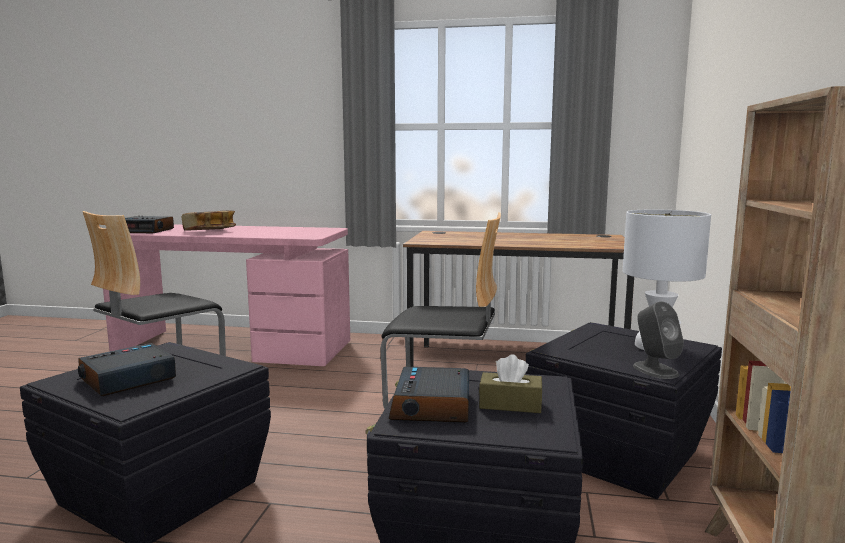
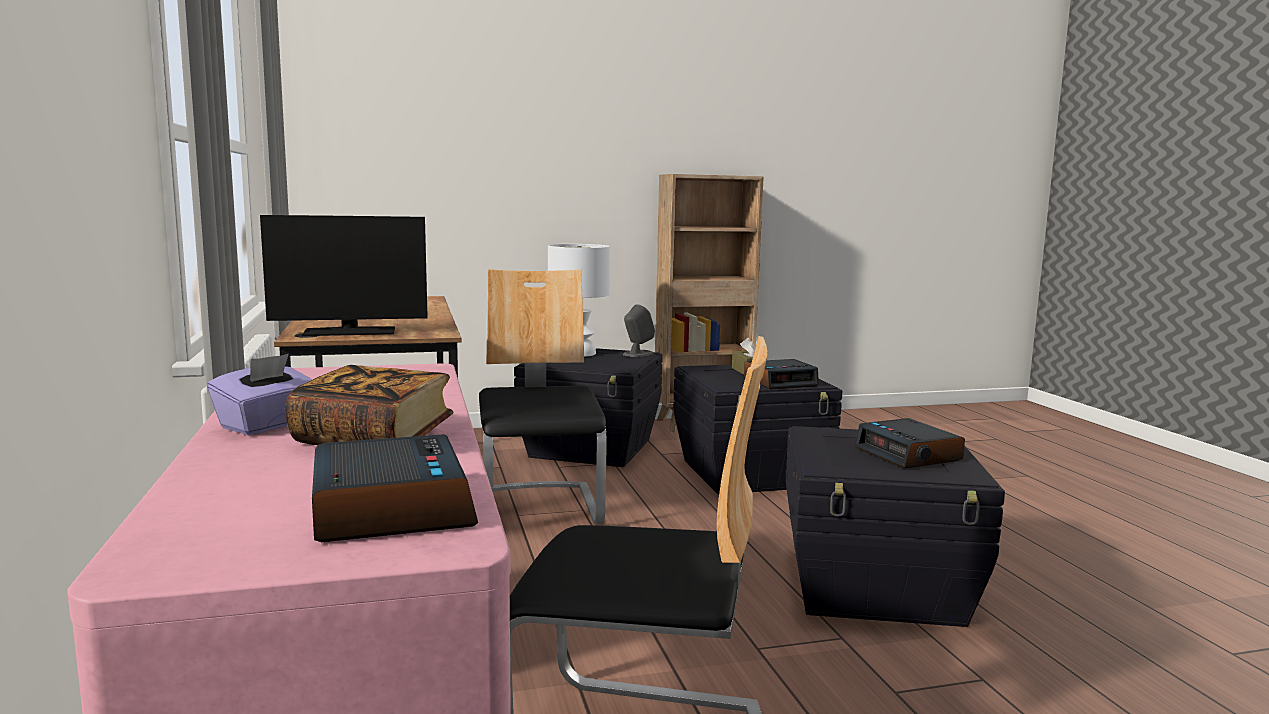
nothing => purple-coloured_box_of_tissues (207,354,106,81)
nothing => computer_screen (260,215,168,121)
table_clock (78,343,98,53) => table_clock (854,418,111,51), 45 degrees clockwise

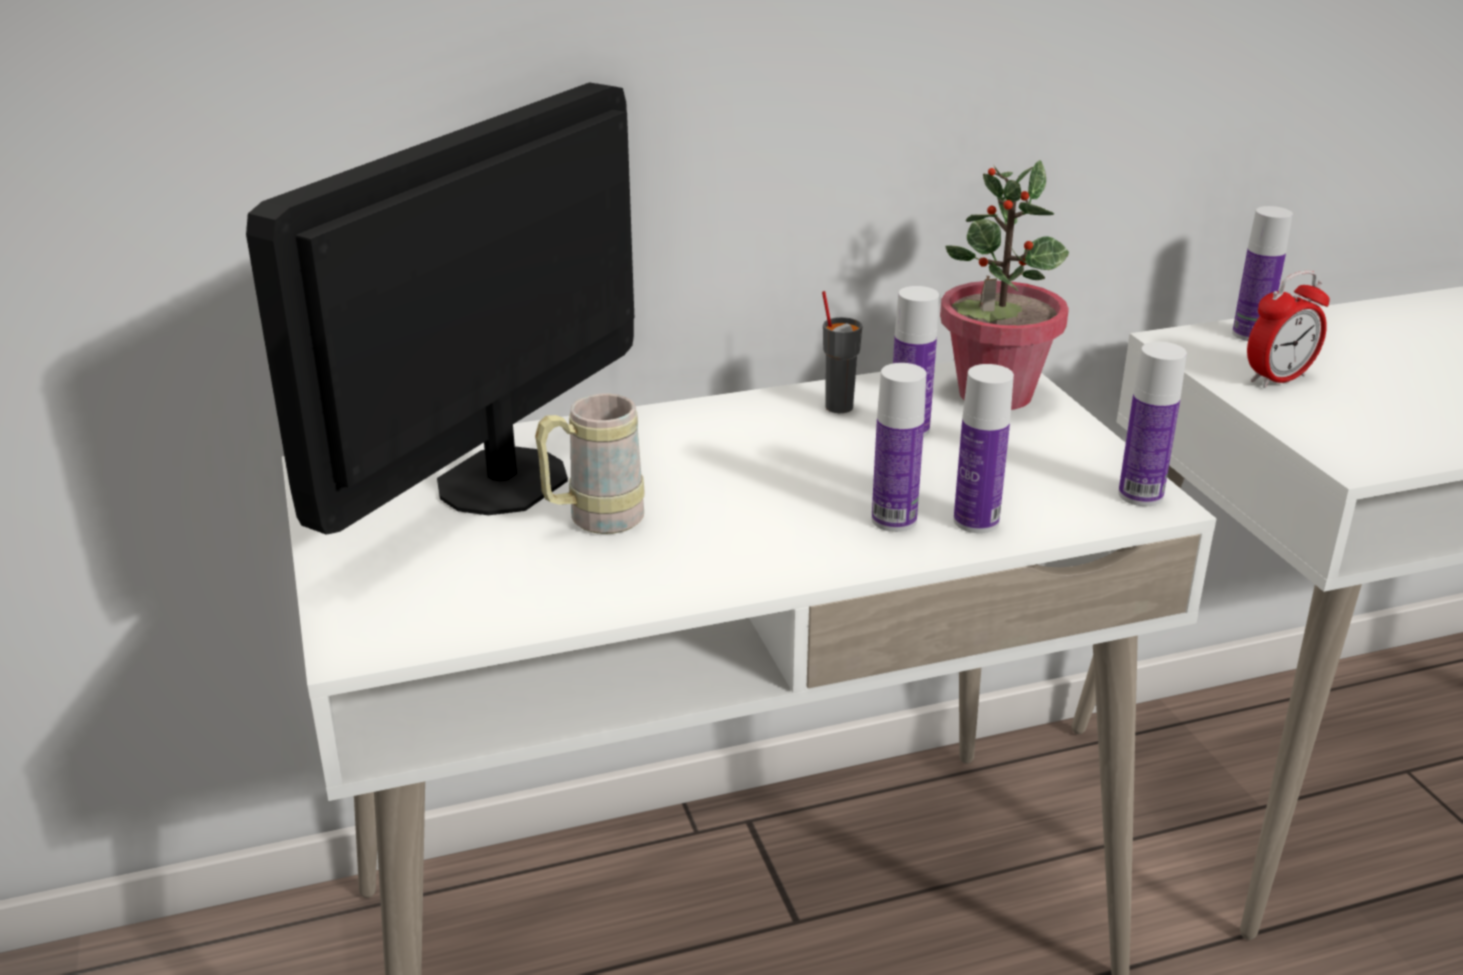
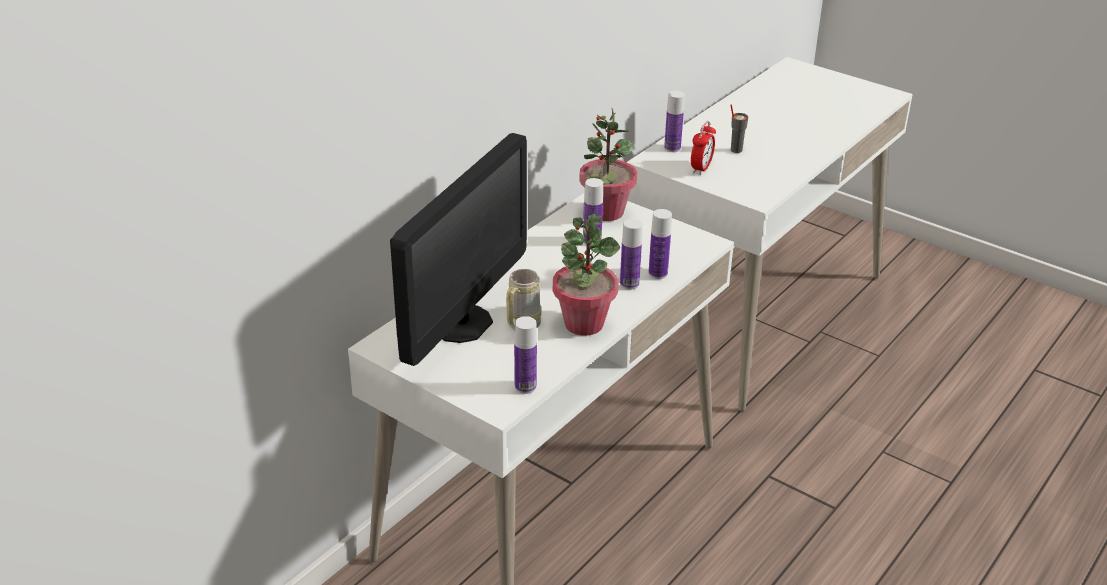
nothing => plant_in_a_pot (553,214,67,122)
gray_small_cup (822,291,41,122) => gray_small_cup (730,105,18,48), move
drink_bottle (1118,342,69,164) => drink_bottle (514,316,23,78), move
computer_screen (246,82,388,453) => computer_screen (390,133,137,233), 150 degrees counterclockwise

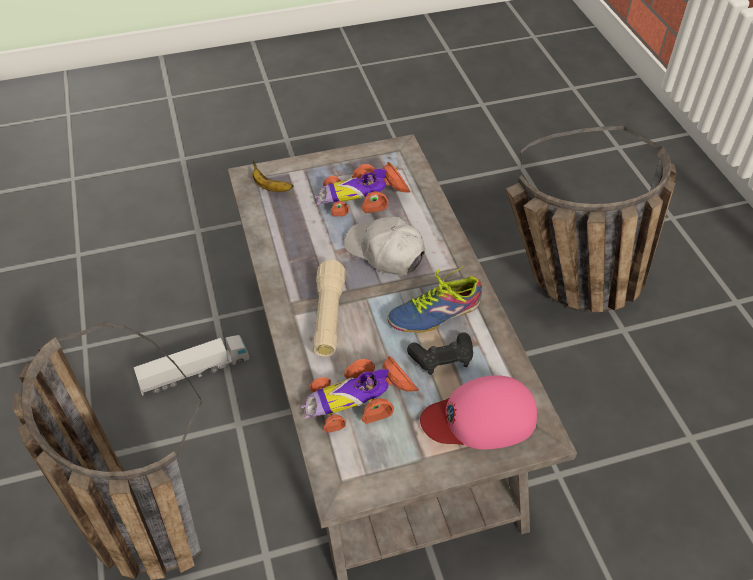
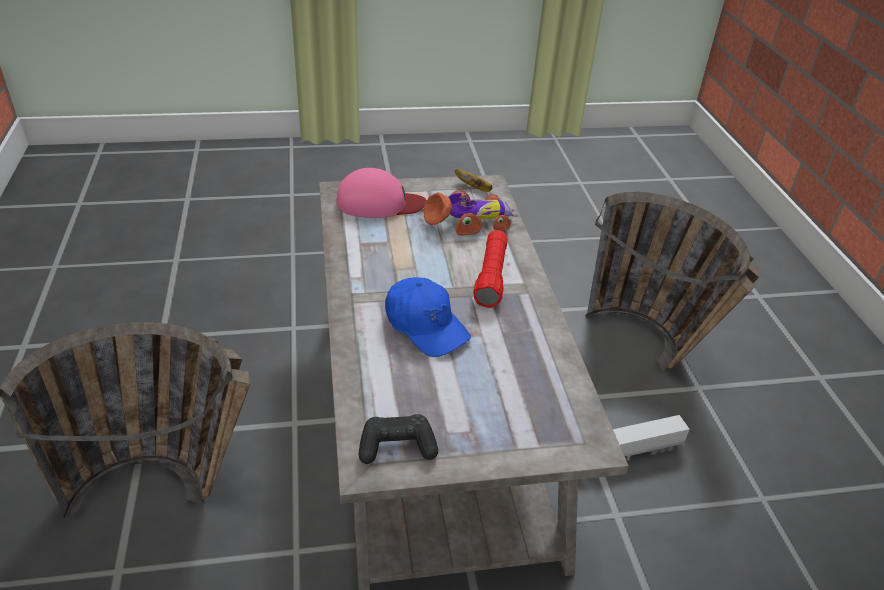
model_car (315,162,95,55) => nothing
low_shoe (387,266,95,66) => nothing
banana_fruit (253,161,41,31) => banana_fruit (454,169,38,23), move
blackish_joypad (407,332,66,43) => blackish_joypad (358,414,80,50), move
sand-coloured_hand_torch (313,260,33,97) => red_hand_torch (473,230,35,78)
whitish_peaked_cap (344,217,81,59) => bluish_peaked_cap (385,277,86,80)

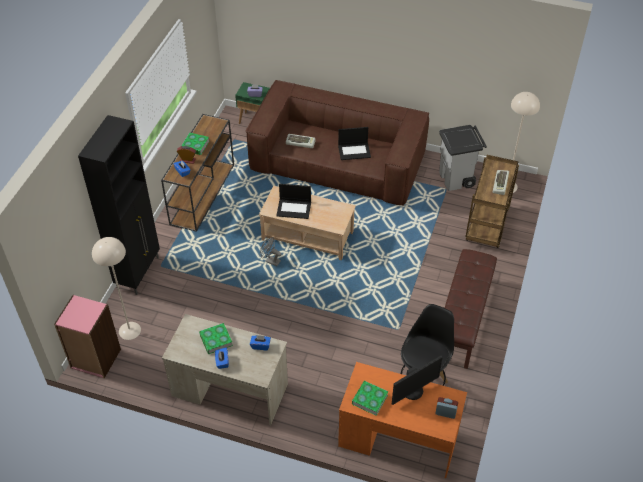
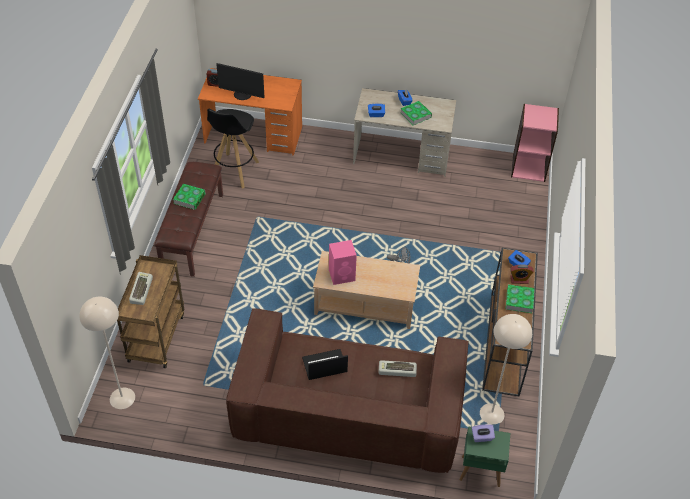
blackish_storage_cabinet (78,115,82,180) => nothing
laptop (276,184,35,35) => nothing
gray_trash_can (439,125,48,66) => nothing
nothing => pink-coloured_speaker (329,240,28,45)
sand-coloured_standing_lamp (92,237,49,103) => sand-coloured_standing_lamp (480,314,52,110), move
volume (352,381,36,35) => volume (173,184,33,26), move
computer_screen (392,356,51,49) => computer_screen (216,63,49,37), 120 degrees counterclockwise

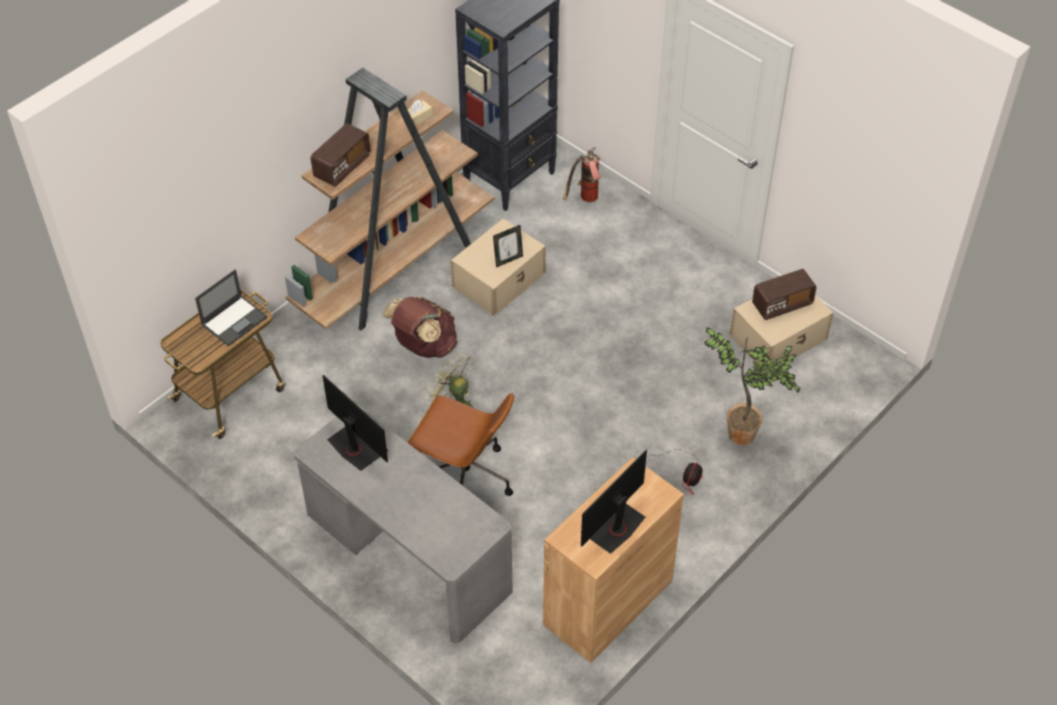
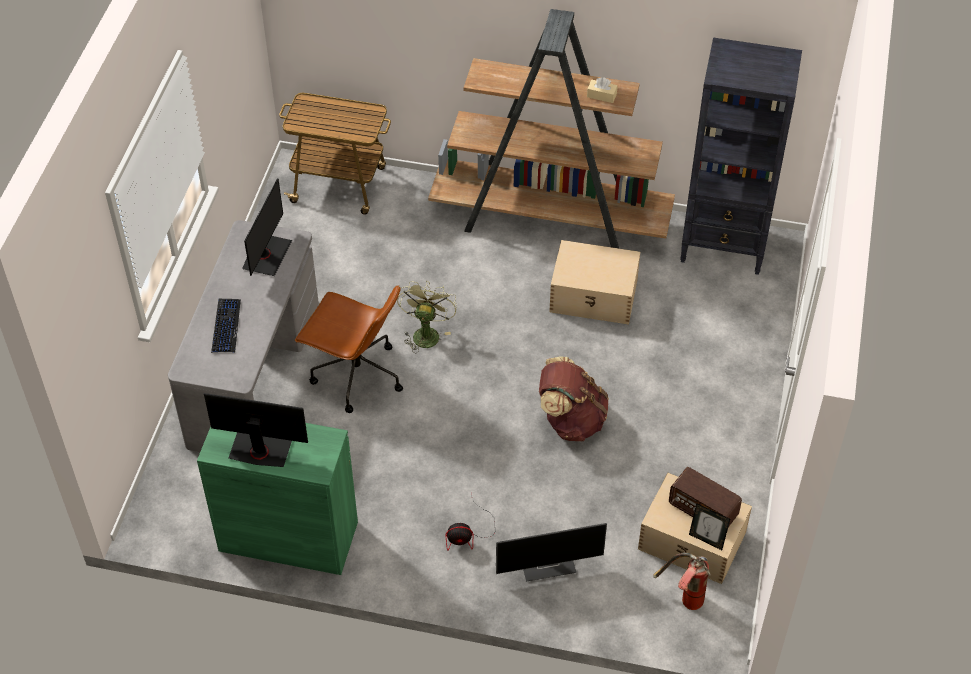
laptop (195,269,73,78) => nothing
radio_receiver (311,123,60,64) => nothing
nothing => computer_keyboard (211,299,30,54)
brown-coloured_backpack (382,297,75,61) => brown-coloured_backpack (539,356,70,85), move
picture_frame (493,225,30,42) => picture_frame (689,503,41,47), move
extinguisher (563,147,38,55) => extinguisher (653,552,58,58), move
plant_in_a_pot (704,327,97,118) => computer_screen (496,523,111,59)
brown-coloured_storage_cabinet (543,457,141,206) => green_storage_cabinet (197,423,161,152)
brown-coloured_desk_chair (407,393,107,103) => brown-coloured_desk_chair (295,285,108,128), 60 degrees counterclockwise

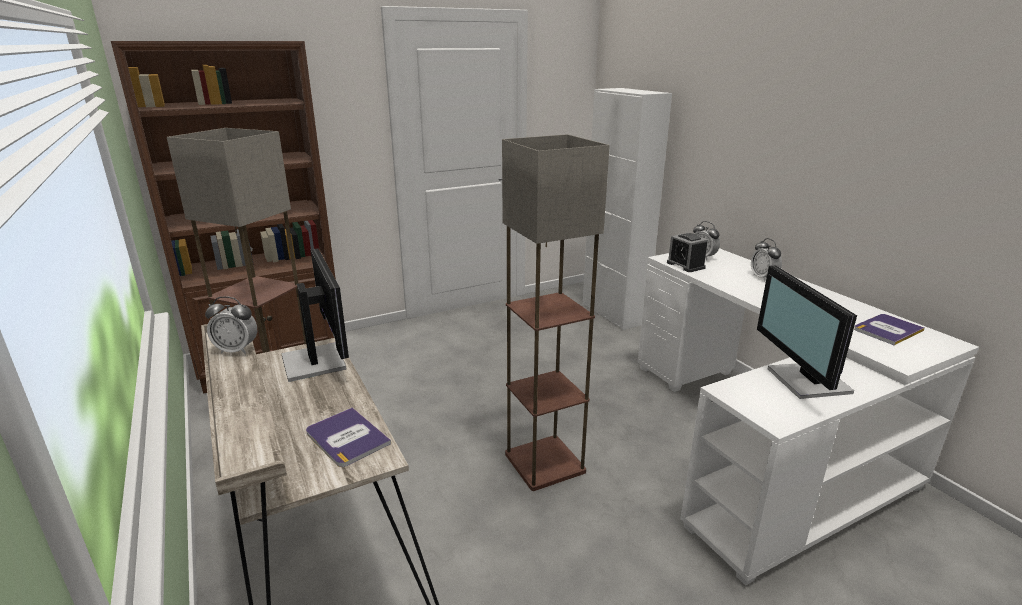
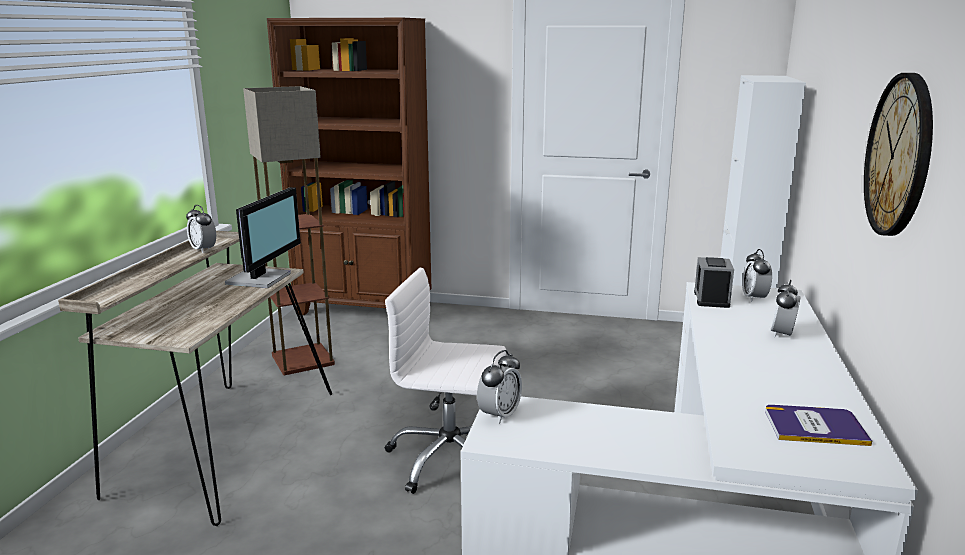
volume (306,407,85,60) => nothing
computer_screen (757,266,100,133) => nothing
nothing => table_clock (477,350,45,74)
nothing => wall_clock (864,73,69,163)
standing_lamp (502,134,108,357) => whitish_desk_chair (385,268,121,226)

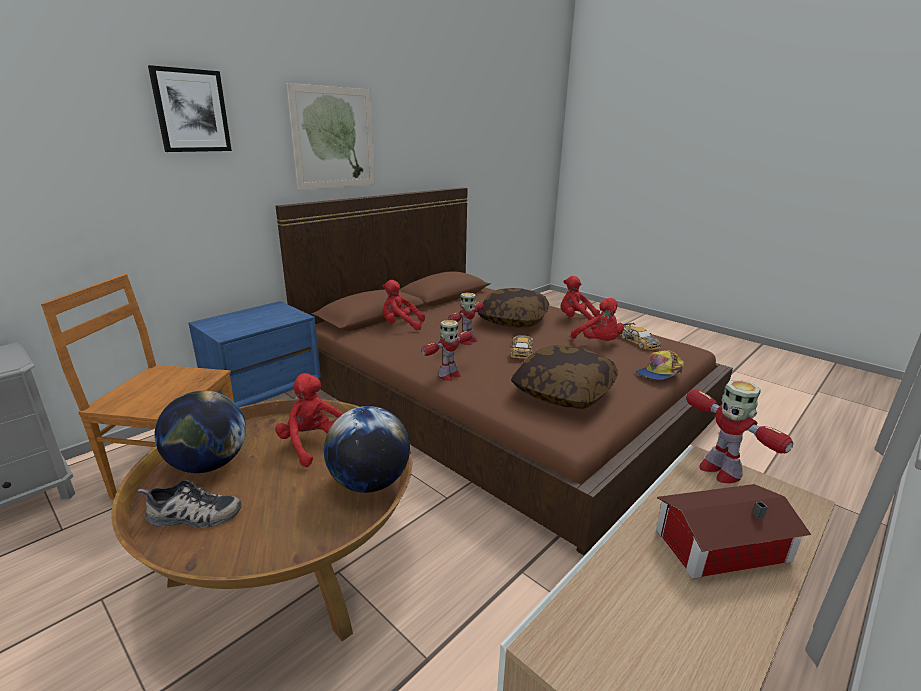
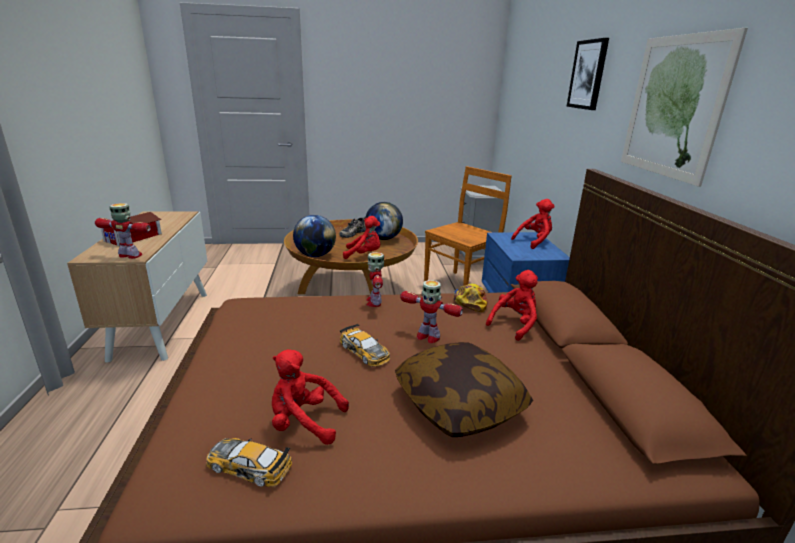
throw_pillow (511,345,107,64) => nothing
red_cuddly_toy (561,276,39,49) => red_cuddly_toy (511,199,44,50), move
peaked_cap (636,350,48,29) => peaked_cap (453,283,35,29), move
toy_robot (448,292,36,53) => toy_robot (400,280,63,63), 45 degrees counterclockwise

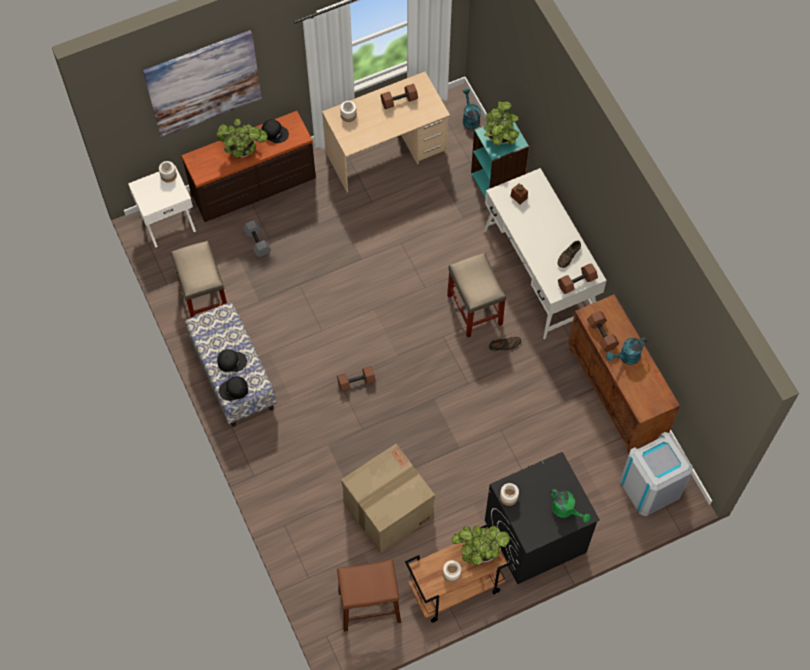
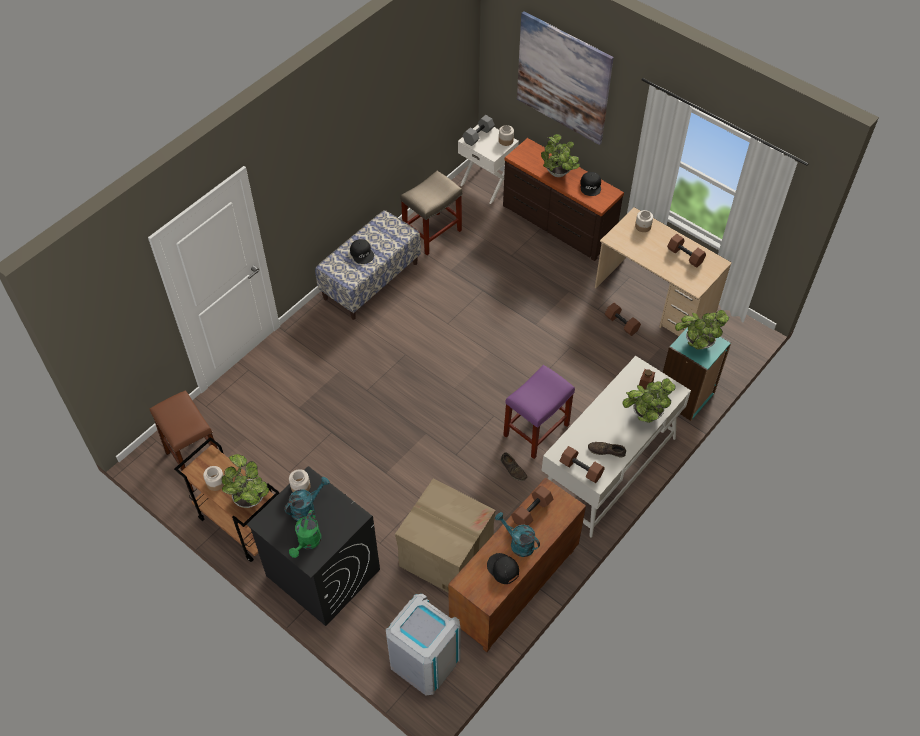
nothing => plant_in_a_pot (622,378,54,45)
blackish_peaked_cap (219,376,29,25) => blackish_peaked_cap (487,553,32,31), move
gray_dumbbell (243,220,28,37) => gray_dumbbell (462,115,33,31), move
brown-coloured_dumbbell (337,366,39,25) => brown-coloured_dumbbell (605,303,36,33), move
cardboard_box (341,444,94,109) => cardboard_box (395,479,101,113), move
blue-green_watering_can (463,89,18,41) => blue-green_watering_can (284,477,46,44), move
sand-coloured_sitting_stool (447,252,59,86) => purple-coloured_sitting_stool (503,365,72,94)

